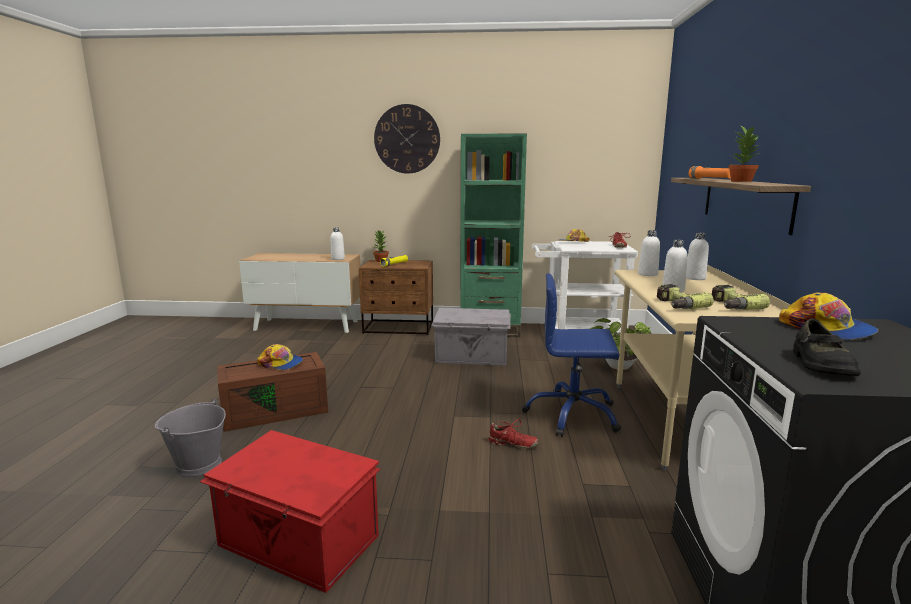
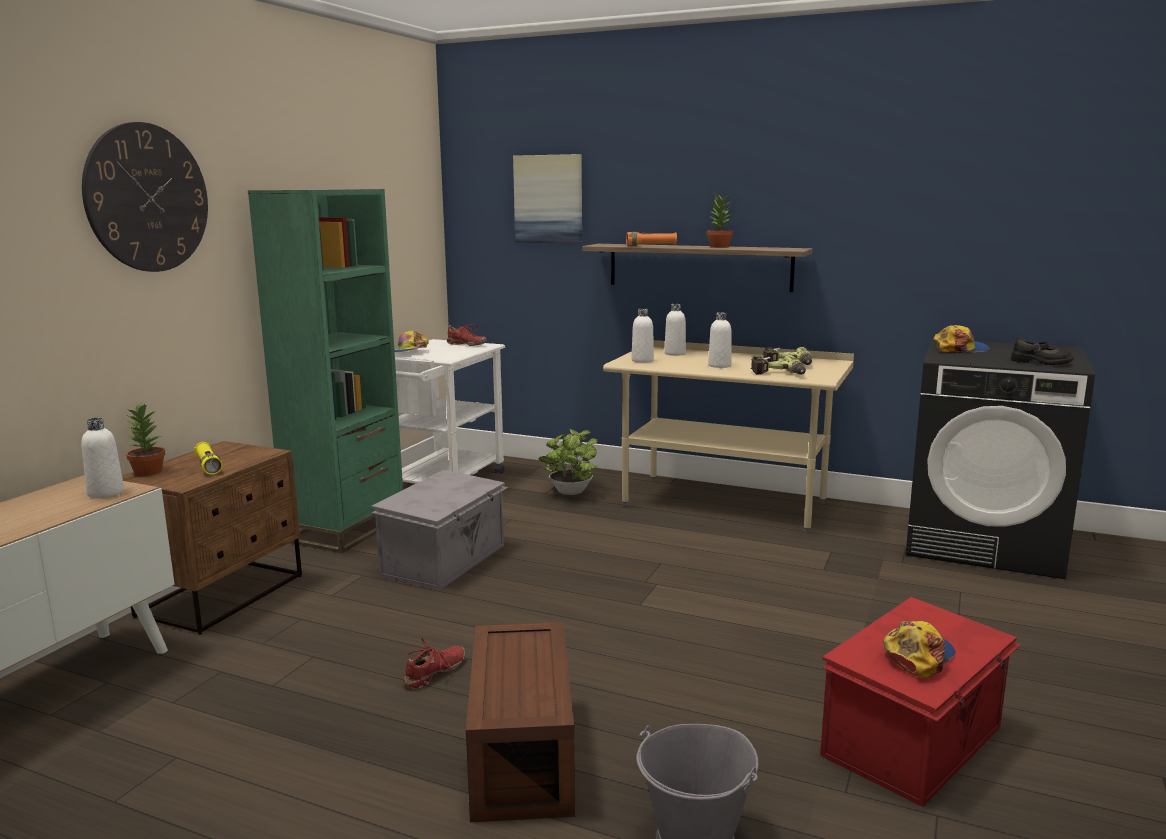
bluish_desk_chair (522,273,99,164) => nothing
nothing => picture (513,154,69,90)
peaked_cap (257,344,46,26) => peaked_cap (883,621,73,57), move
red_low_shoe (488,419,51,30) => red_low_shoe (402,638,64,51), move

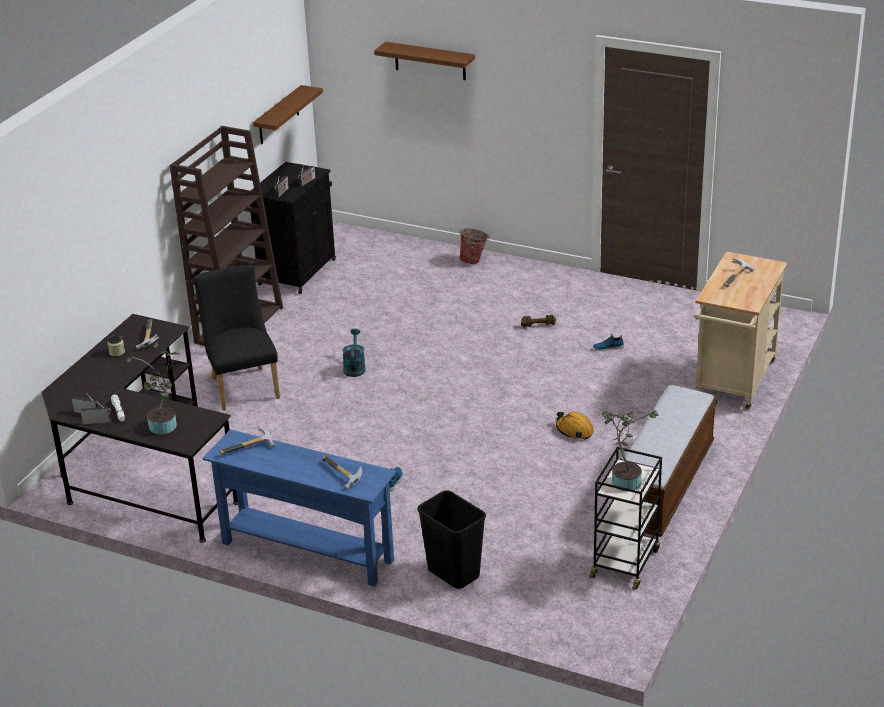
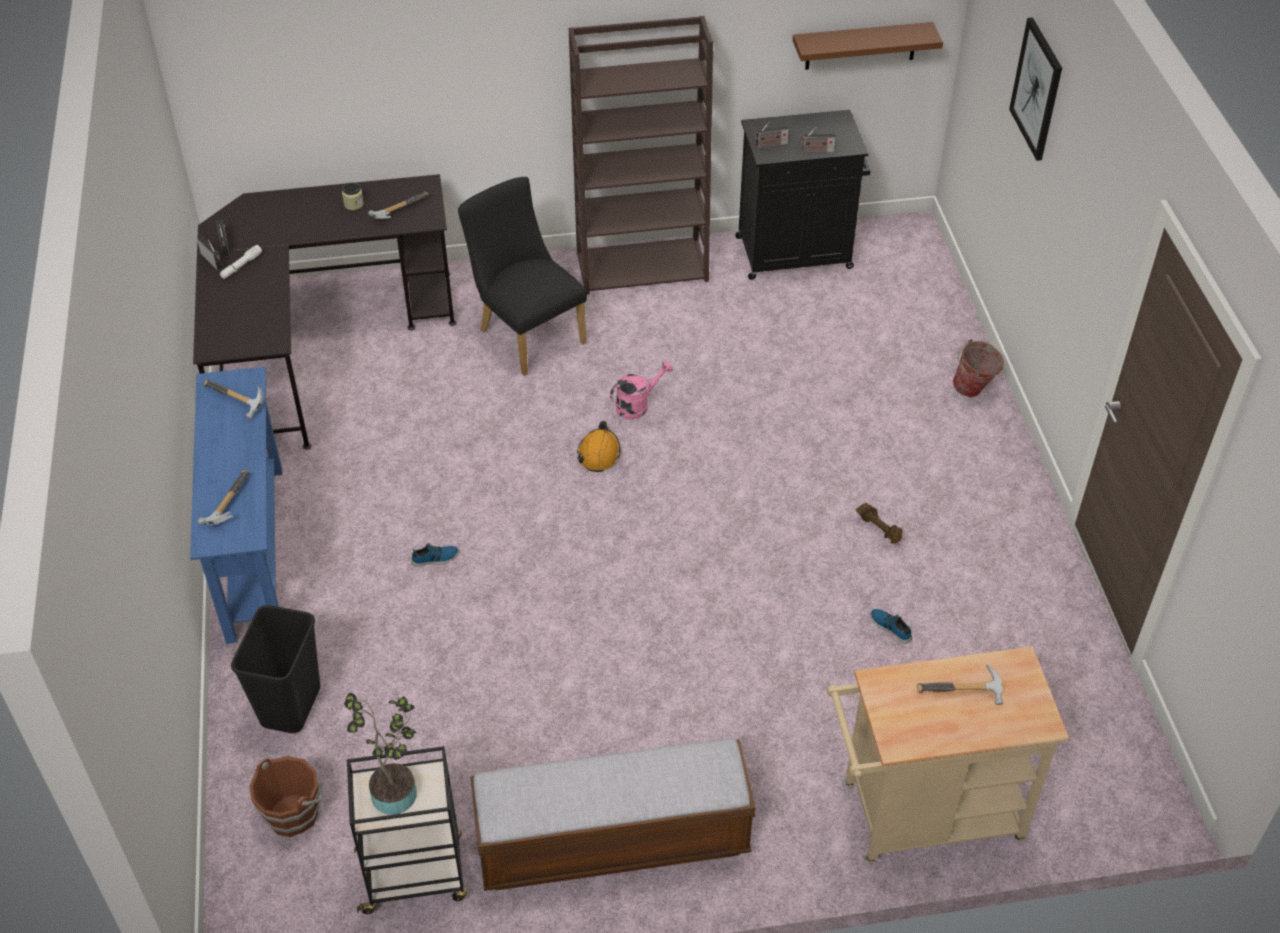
plant_in_a_pot (126,342,53,92) => nothing
nothing => brown-coloured_bucket (249,756,75,81)
orange-coloured_work_helmet (556,411,38,29) => orange-coloured_work_helmet (577,421,44,51), move
brown-coloured_shelf (374,42,101,38) => picture (1009,17,53,144)
blue-green_watering_can (342,328,24,49) => pink-coloured_watering_can (610,360,63,60)
blackish_chair (193,265,87,146) => blackish_chair (458,177,129,199), 75 degrees counterclockwise

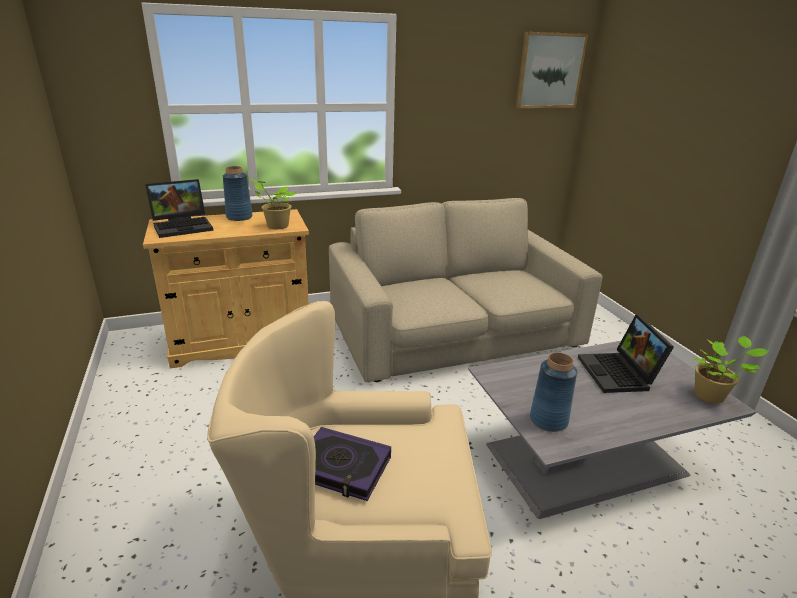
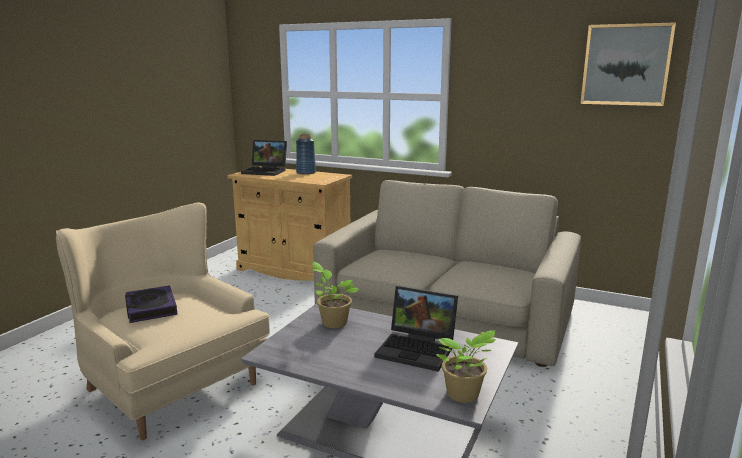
bluish_vase (530,352,47,80) => nothing
plant_in_a_pot (249,178,47,51) => plant_in_a_pot (311,262,49,66), move
laptop (578,314,96,79) => laptop (375,285,83,87), 105 degrees counterclockwise

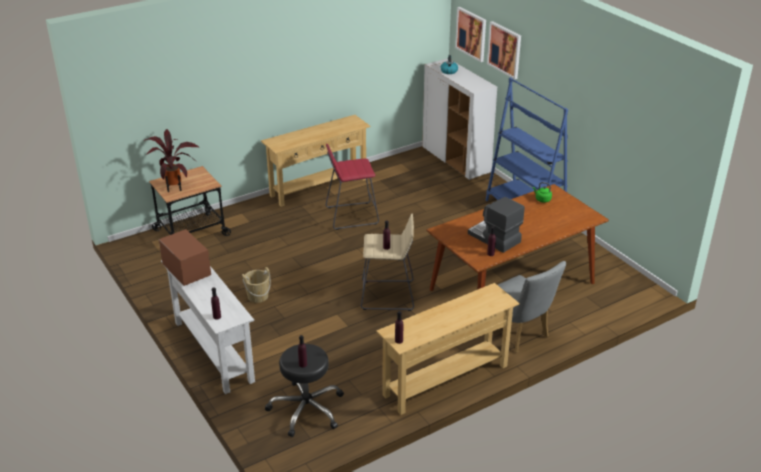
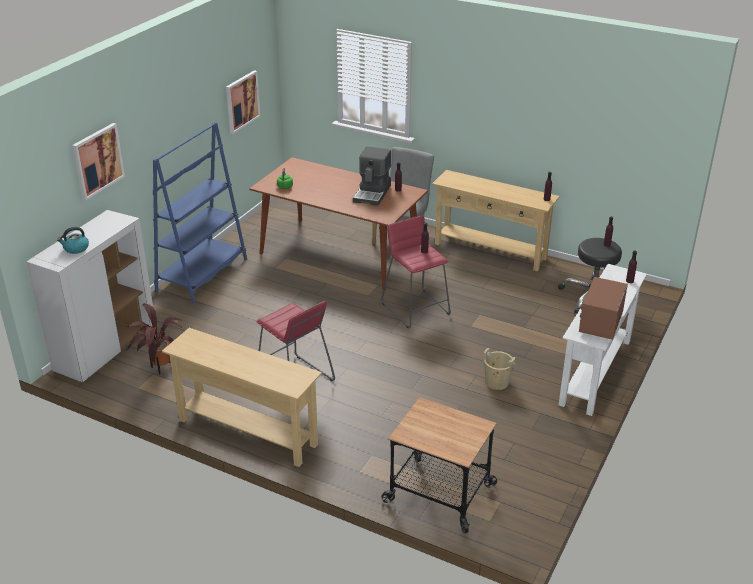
plant_in_a_pot (144,129,56,63) => plant_in_a_pot (126,303,57,71), move
picture (455,7,31,55) => picture (226,70,34,64), move
sand-coloured_sitting_stool (361,214,53,97) => red_sitting_stool (381,215,70,113)

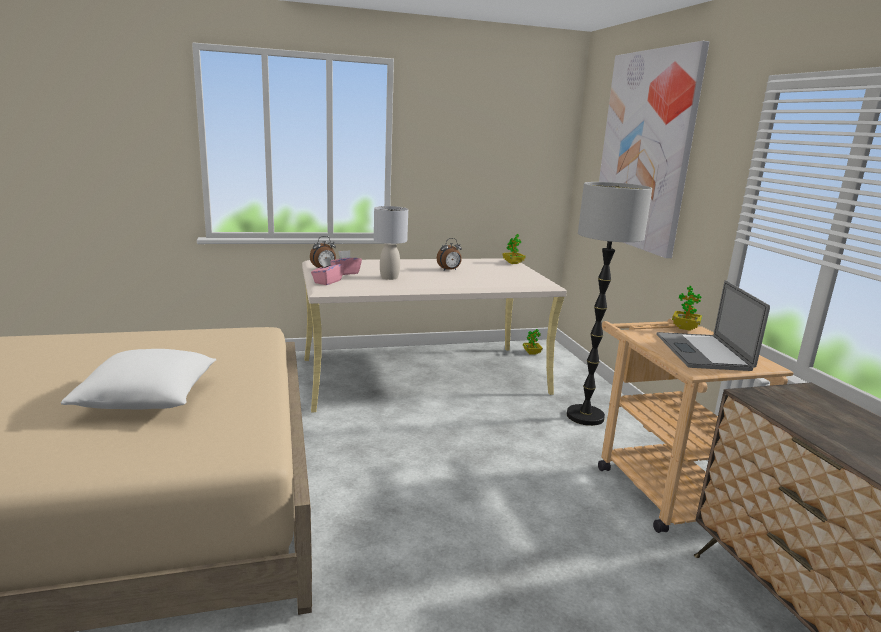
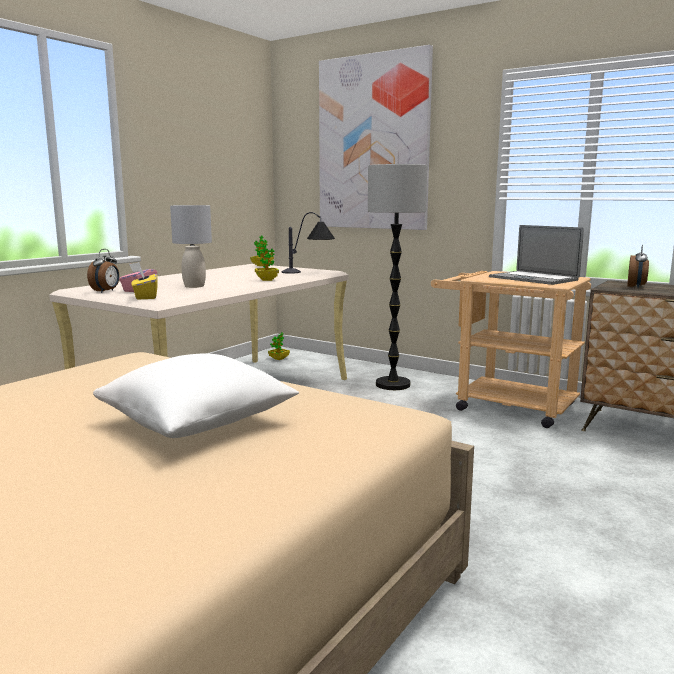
nothing => tabletop_lamp (281,212,54,62)
table_clock (437,238,25,33) => table_clock (627,245,22,43), move
plant_in_a_pot (672,286,30,45) => plant_in_a_pot (255,244,24,37), move
pink-coloured_box_of_tissues (311,257,33,28) => yellow_box_of_tissues (132,268,26,32)

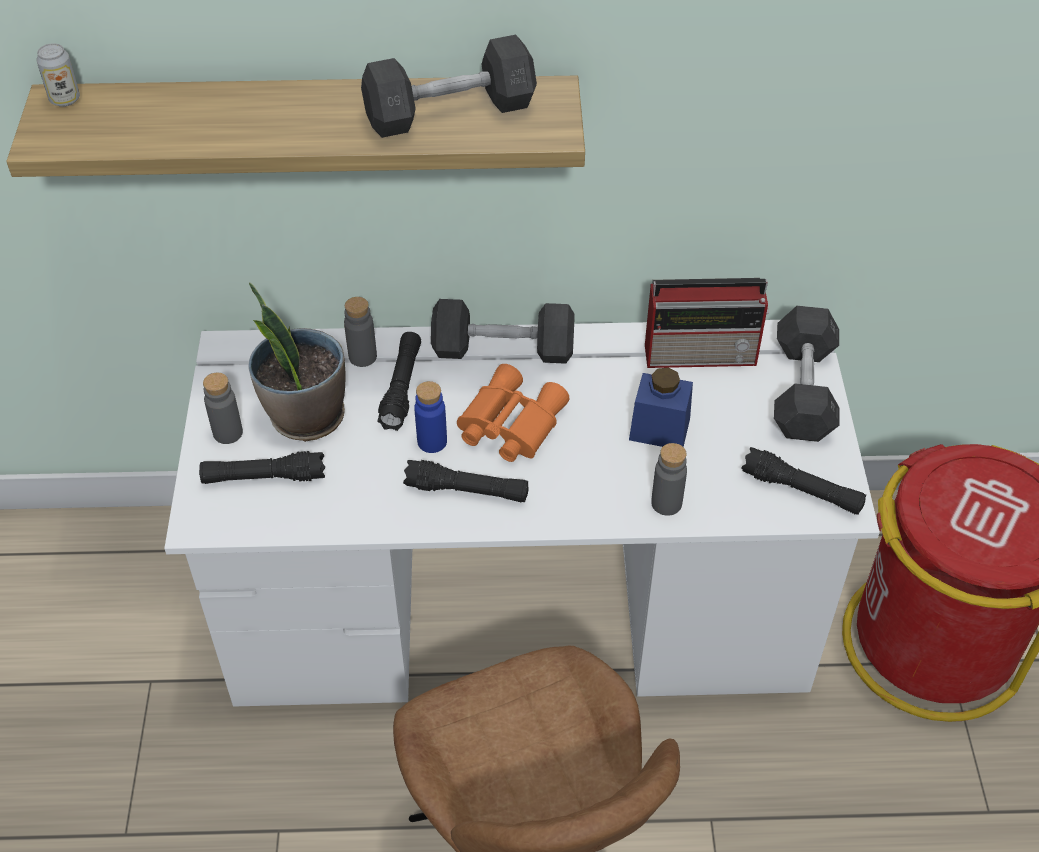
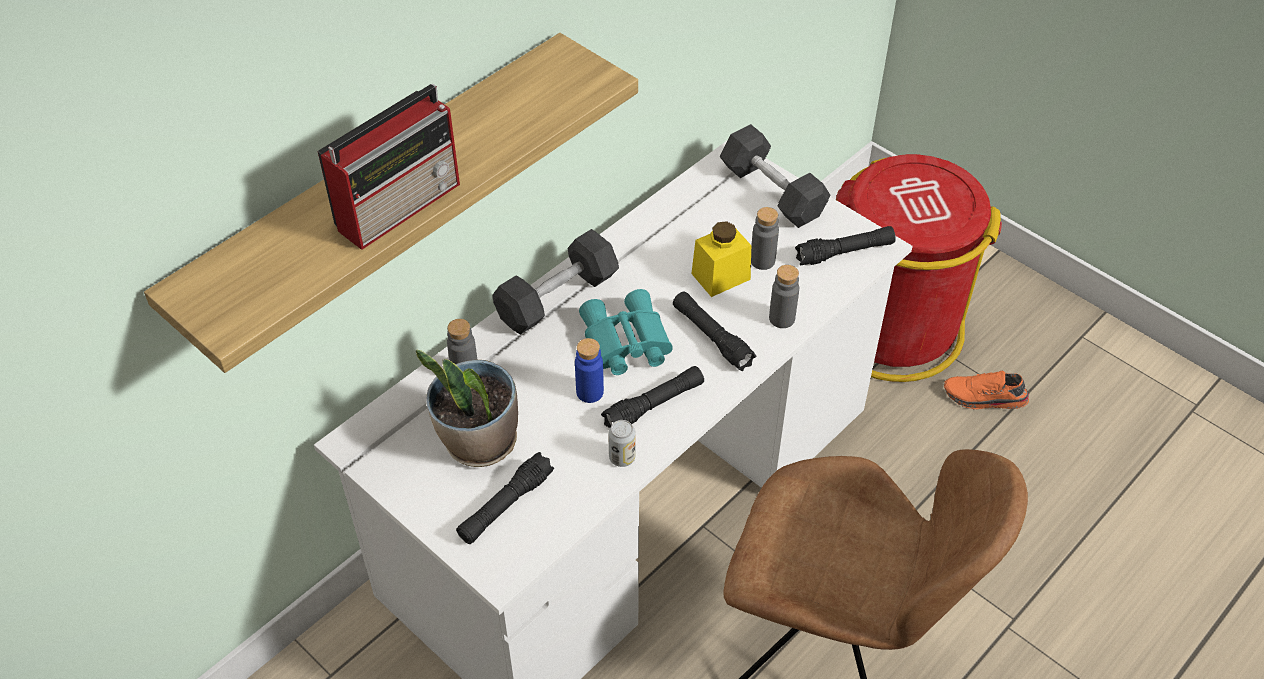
gray_dumbbell (361,35,176,103) => nothing
nothing => orange-coloured_low_shoe (944,371,85,38)
metal_can (36,43,44,64) => metal_can (608,420,28,47), move
gray_drink_bottle (203,372,40,72) => gray_drink_bottle (751,207,28,63), move
blackish_hand_torch (378,332,43,99) => blackish_hand_torch (673,292,83,79), move
radio_receiver (645,278,124,90) => radio_receiver (318,84,142,166), move
orange-coloured_pair_of_binoculars (457,364,113,98) => blue-green_pair_of_binoculars (579,289,94,86)
bluish_preserve_jar (629,367,64,80) => yellow_preserve_jar (691,221,60,76)

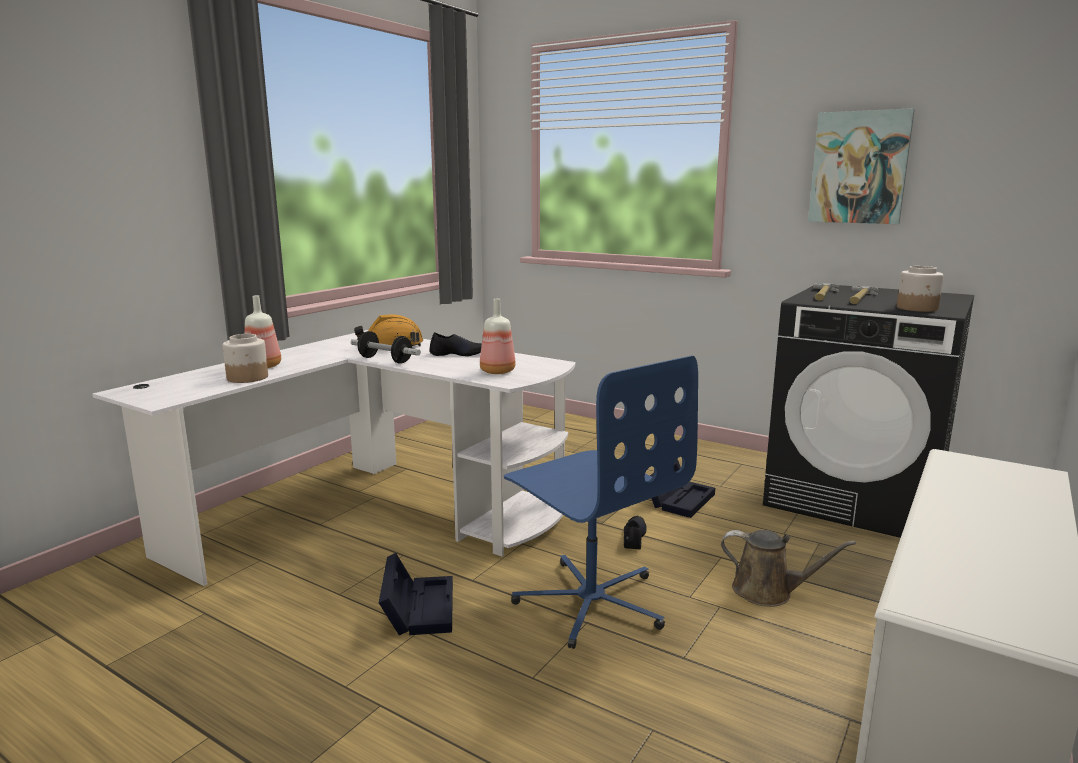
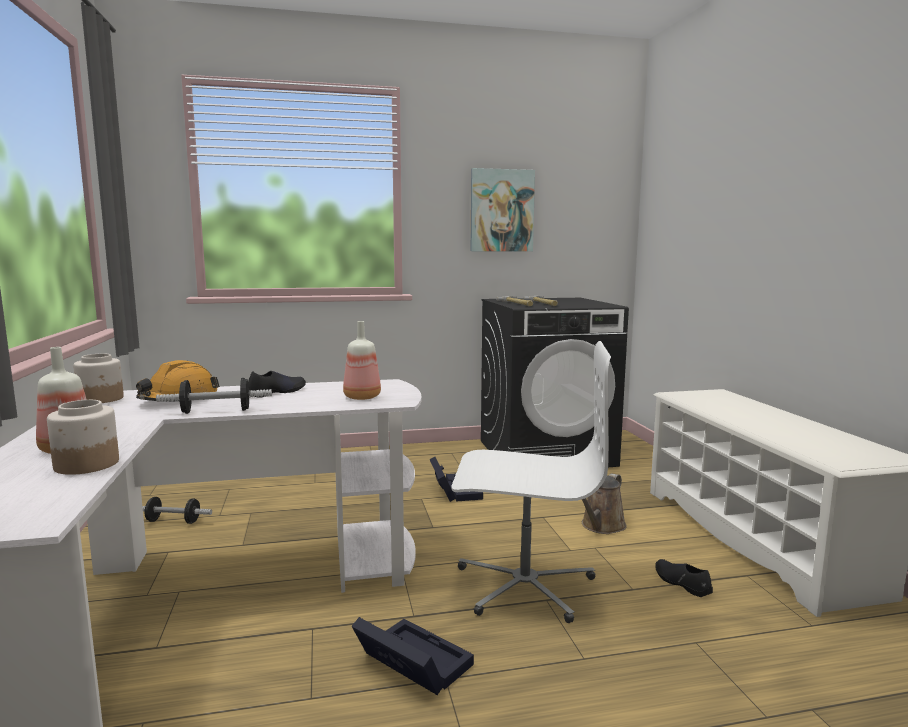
nothing => dumbbell (142,497,70,27)
blackish_low_shoe (624,516,23,34) => blackish_low_shoe (655,559,58,38), move
preserve_jar (897,266,47,46) => preserve_jar (73,354,51,49), move
bluish_desk_chair (504,355,194,294) => whitish_desk_chair (451,341,160,282)
brown-coloured_watering_can (721,530,135,77) => brown-coloured_watering_can (582,473,45,61), 150 degrees clockwise

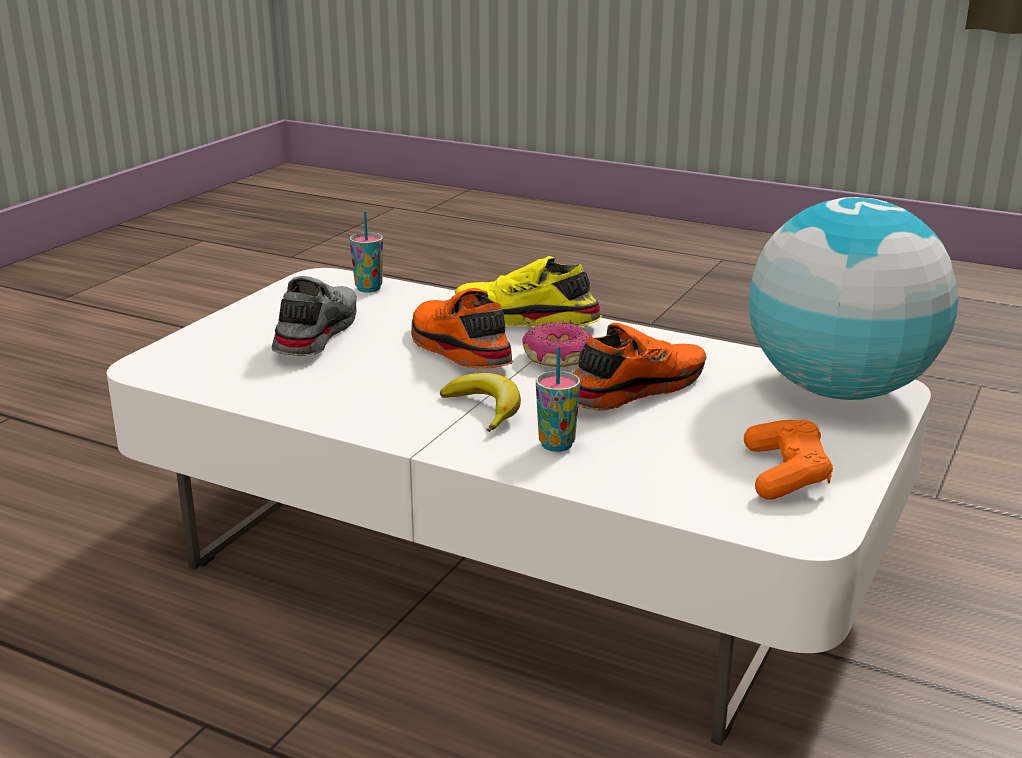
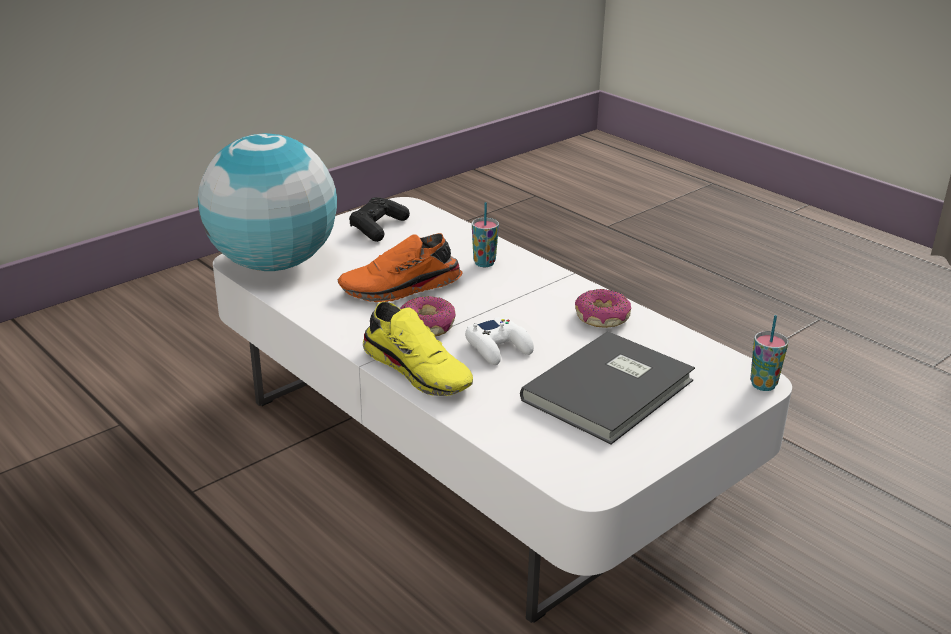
banana_fruit (440,373,81,59) => nothing
nothing => donut (575,289,56,39)
small_cup (350,211,33,82) => small_cup (750,315,39,76), move
gray_low_shoe (272,276,85,80) => gray_volume (520,331,175,113)
orange-coloured_low_shoe (411,288,102,81) => whitish_joypad (465,317,69,48)
orange-coloured_joypad (744,420,89,80) => blackish_joypad (349,197,61,45)

